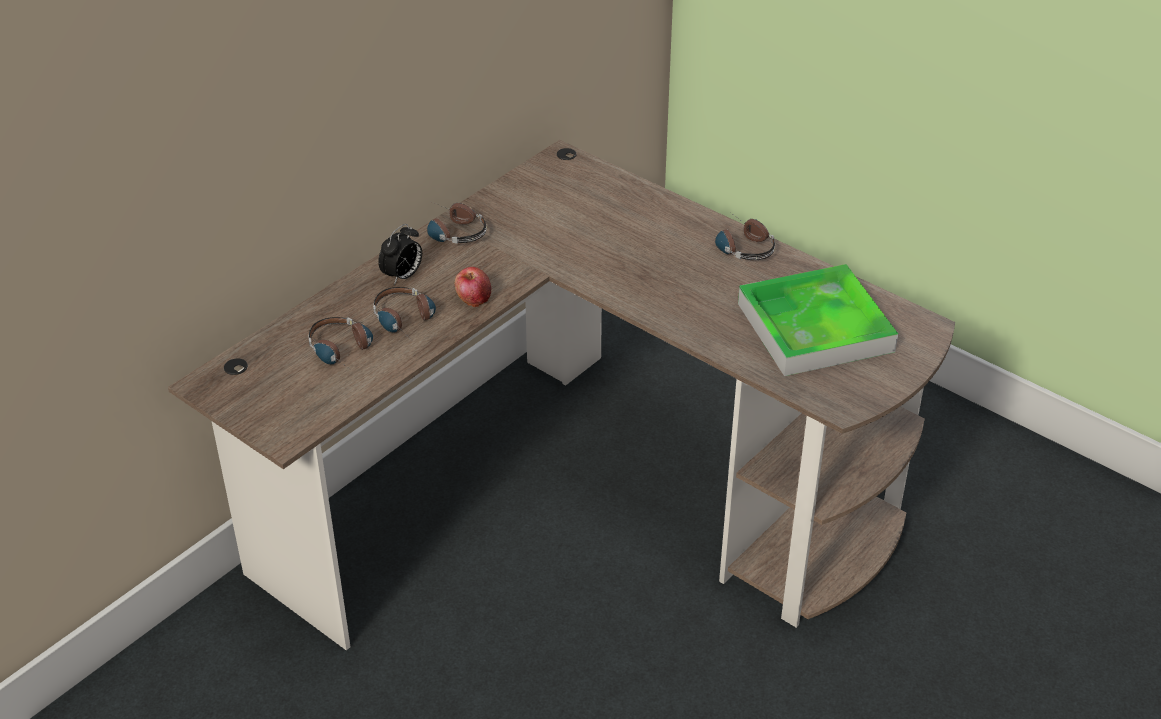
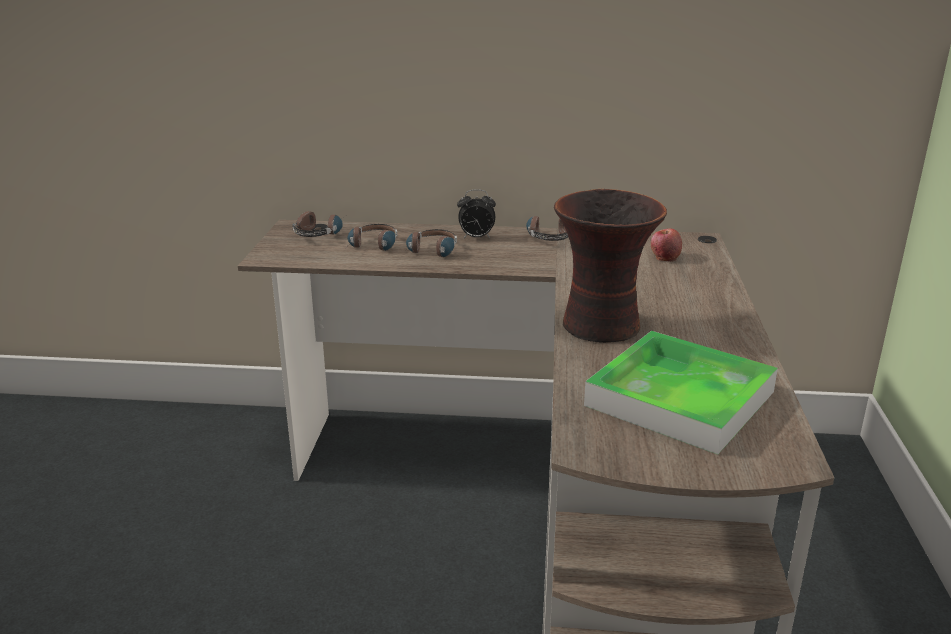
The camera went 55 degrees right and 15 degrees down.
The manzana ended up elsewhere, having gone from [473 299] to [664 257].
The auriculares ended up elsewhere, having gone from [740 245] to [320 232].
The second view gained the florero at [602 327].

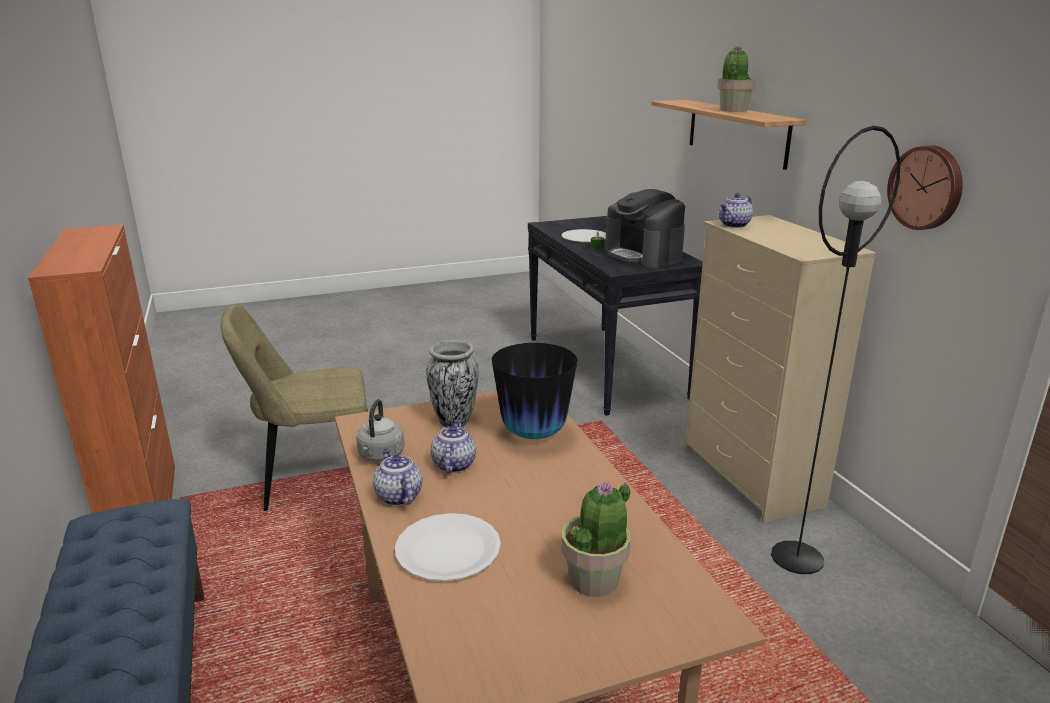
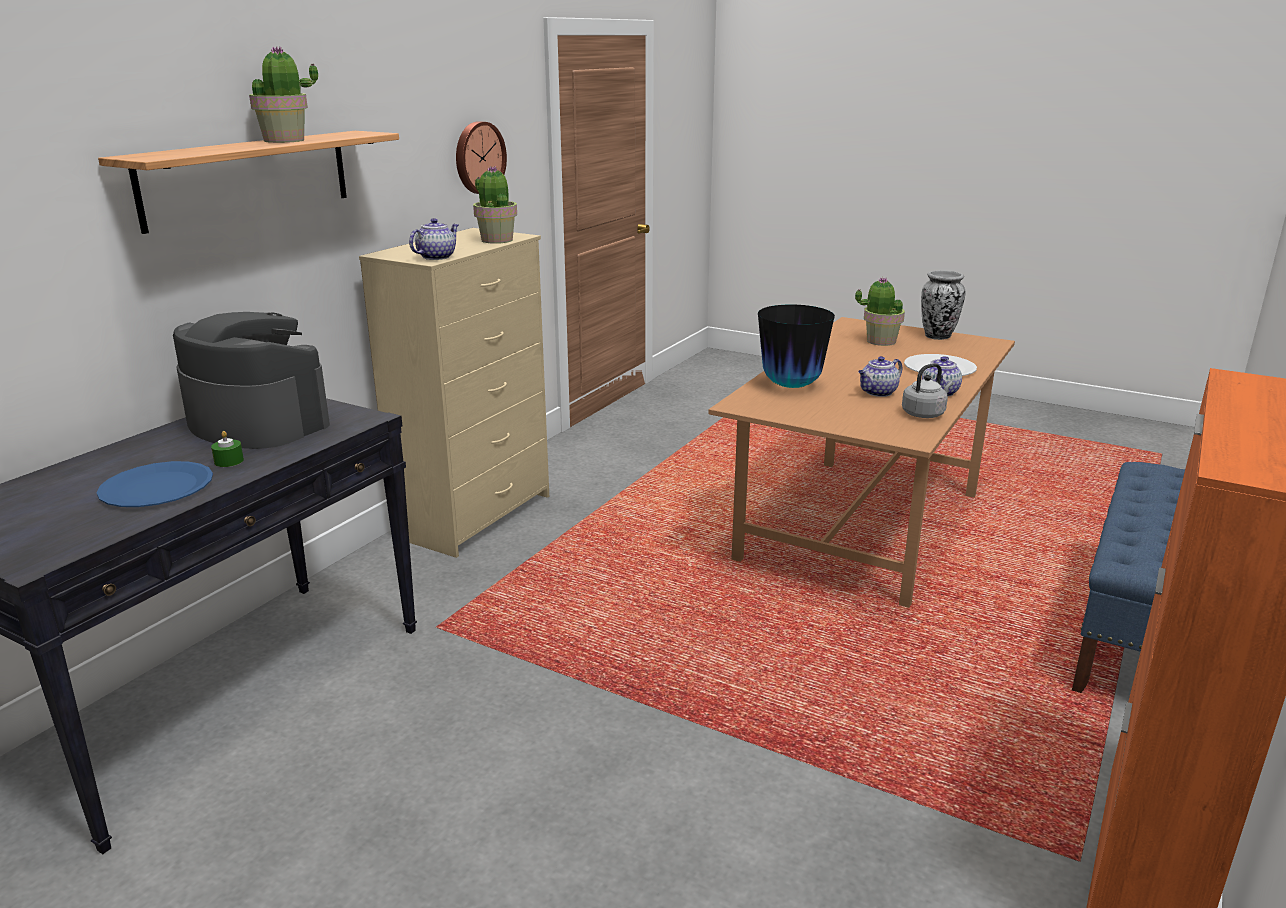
The camera went 130 degrees left and 0 degrees up.
The second view lost the silla/beis at [315 482].
The florero ended up elsewhere, having gone from [454 421] to [938 336].
What was the plato/blanco at [585 237] turned into the plato/azul at [157 487].
The cafetera at [643 255] ended up facing another way, 75 degrees counterclockwise from before.
The tetera at [734 225] ended up facing another way, 60 degrees counterclockwise from before.
The second view lost the lámpara de pie/negro at [797 558].
The second view gained the planta en maceta at [497 240].

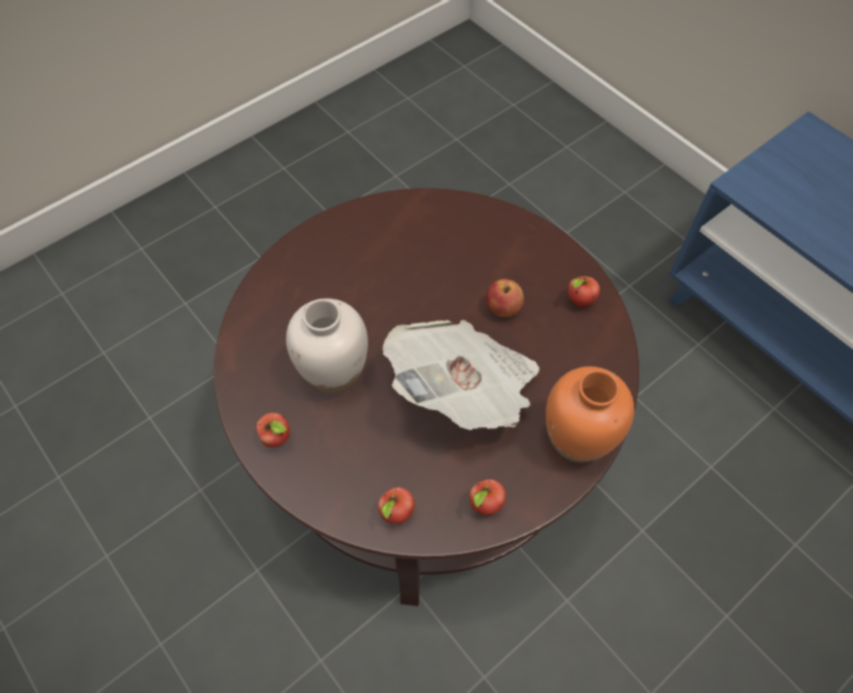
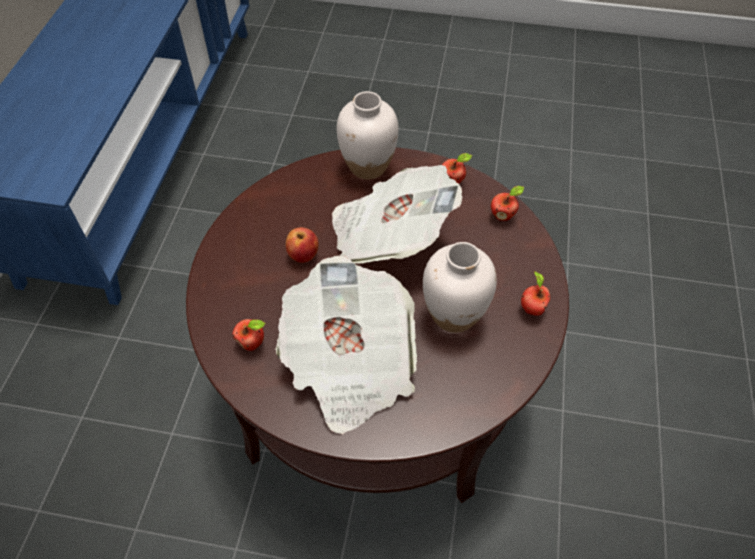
The camera went 130 degrees left and 5 degrees down.
What was the florero/naranja at [576 439] turned into the florero/blanco at [368 167].
The manzana ended up elsewhere, having gone from [579 302] to [253 343].
The second view gained the periódico at [349 364].

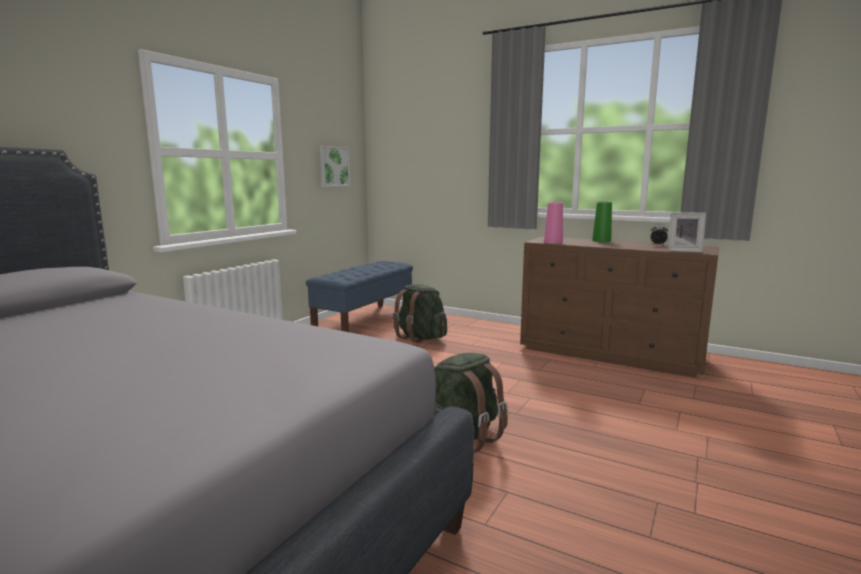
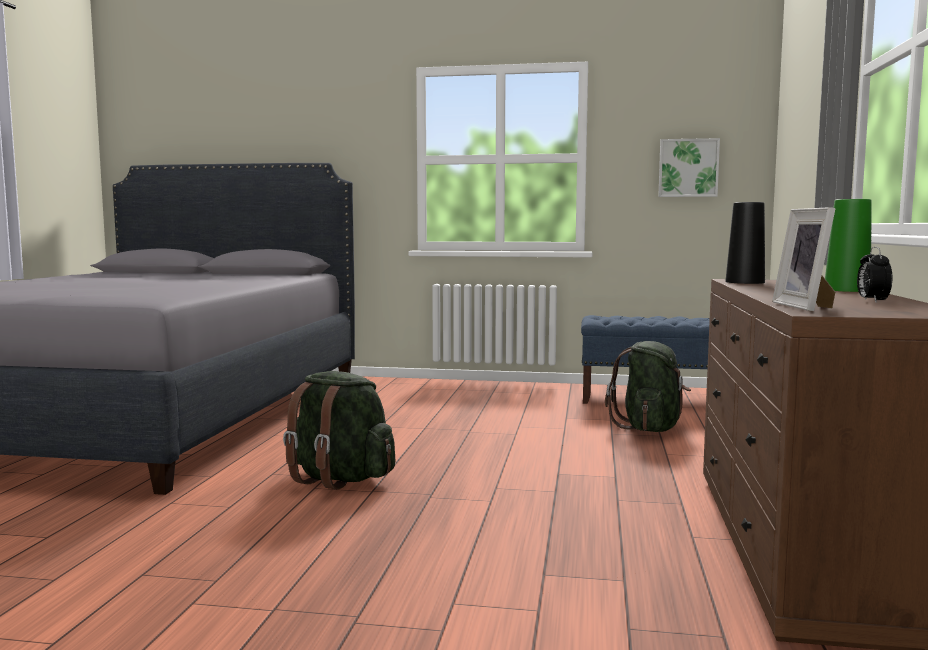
The camera went 70 degrees right and 5 degrees down.
What was the florero/rosa at [553 242] turned into the florero/negro at [745 282].

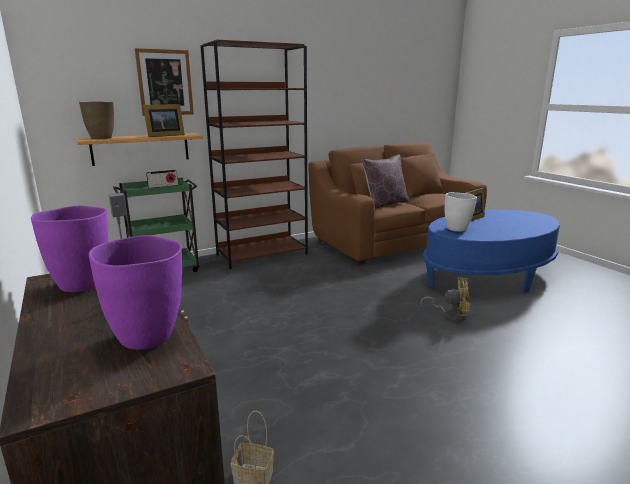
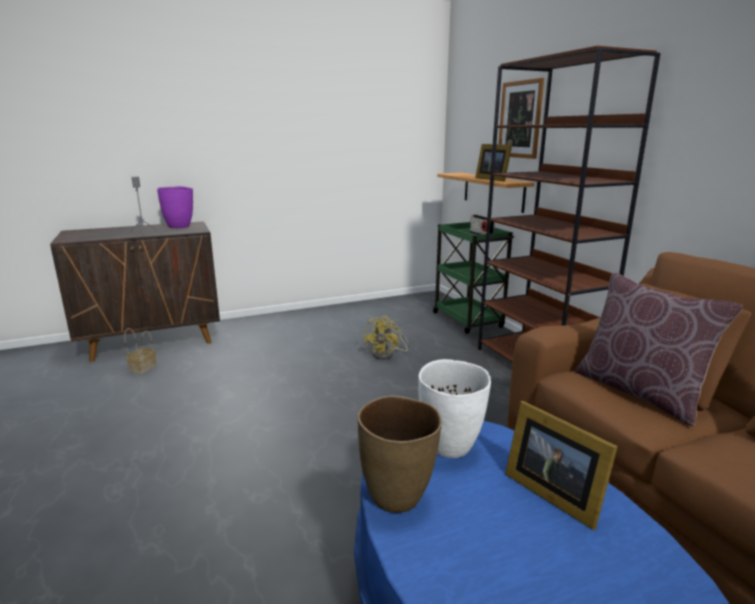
The camera went 95 degrees right and 0 degrees up.
The florero/marrón ended up elsewhere, having gone from [101 138] to [397 496].
The second view lost the florero/morado at [148 337].
The ventilador/amarillo ended up elsewhere, having gone from [450 315] to [387 354].

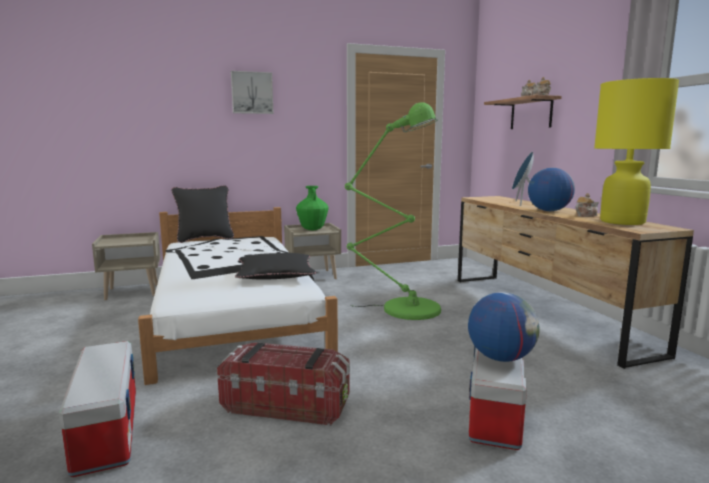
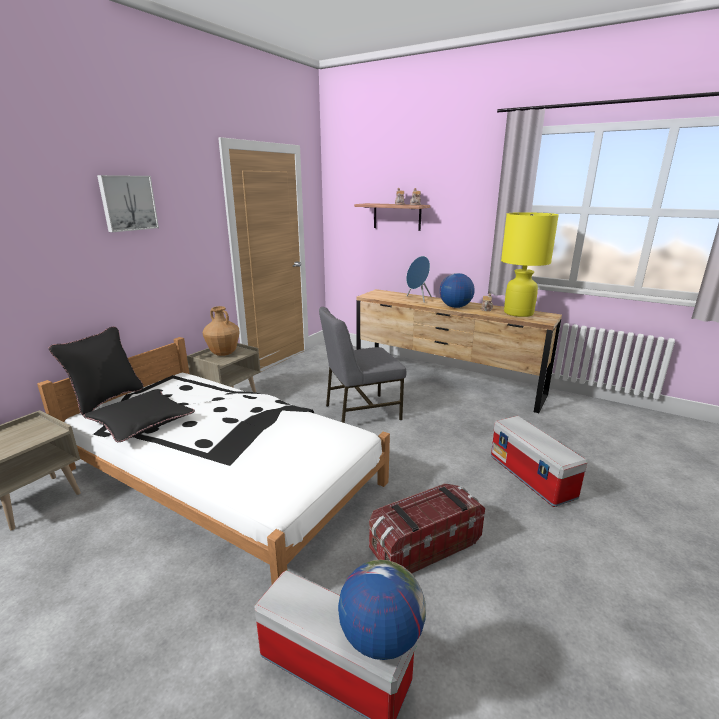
The camera went 40 degrees left and 10 degrees up.
The cojín/negro ended up elsewhere, having gone from [275 274] to [141 422].
What was the florero/verde at [312 229] turned into the florero/marrón at [223 354].
Where the lámpara de pie/verde stood at [404 308], the silla/gris came to stand at [361 412].
The globo terráqueo ended up elsewhere, having gone from [500 358] to [380 637].

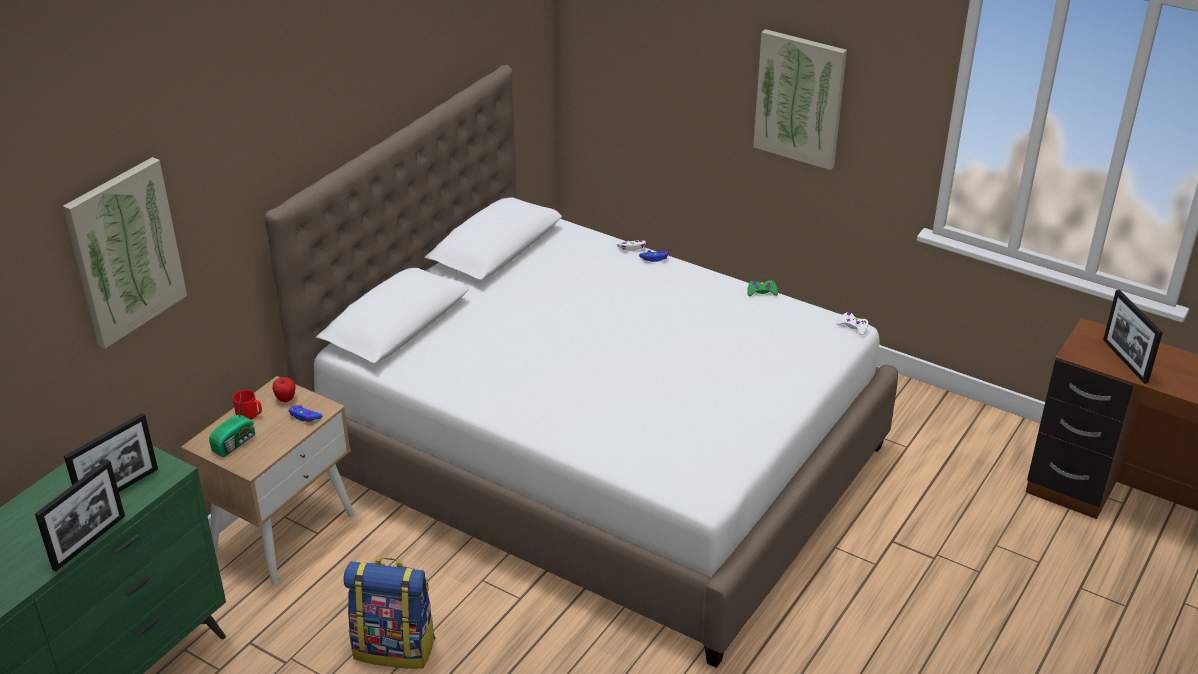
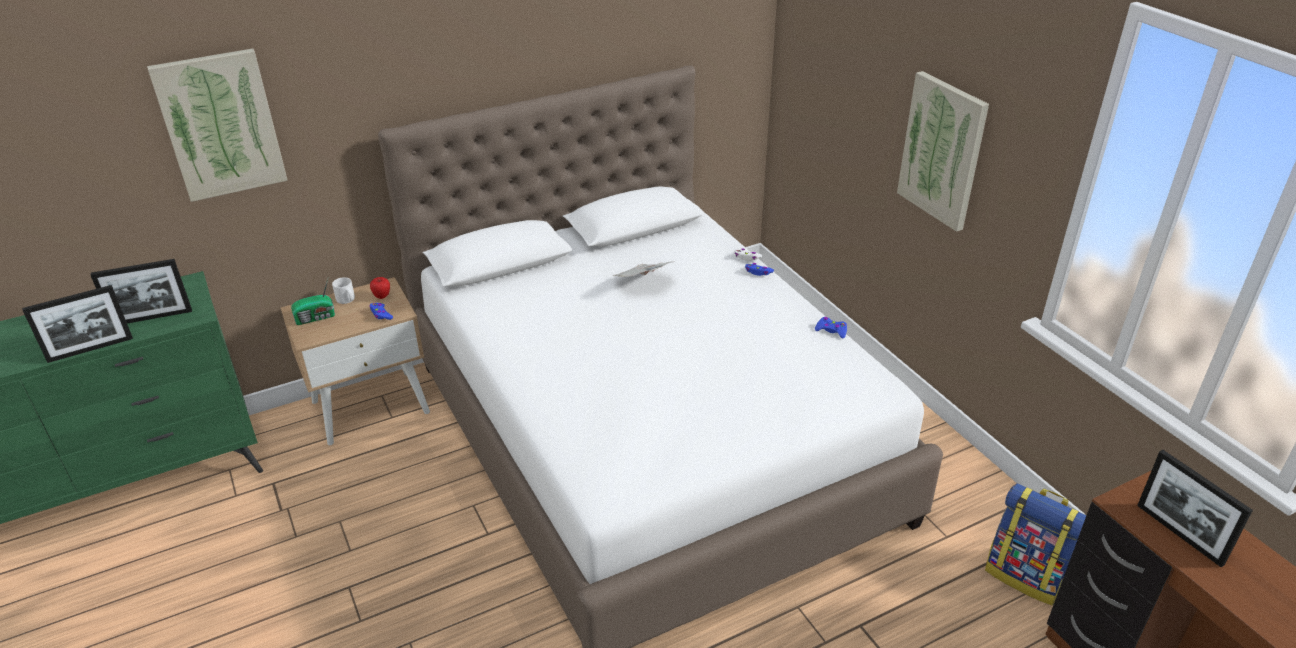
The camera went 30 degrees right and 0 degrees up.
What was the taza grande/rojo at [249 415] turned into the taza grande/blanco at [347 300].
The mochila ended up elsewhere, having gone from [395 647] to [1026 575].
What was the mando de consola/verde at [761 292] turned into the mando de consola/azul at [831 330].
The second view lost the mando de consola/blanco at [853 327].
The portarretratos at [1125 361] ended up facing another way, 45 degrees counterclockwise from before.
The second view gained the periódico at [643 283].

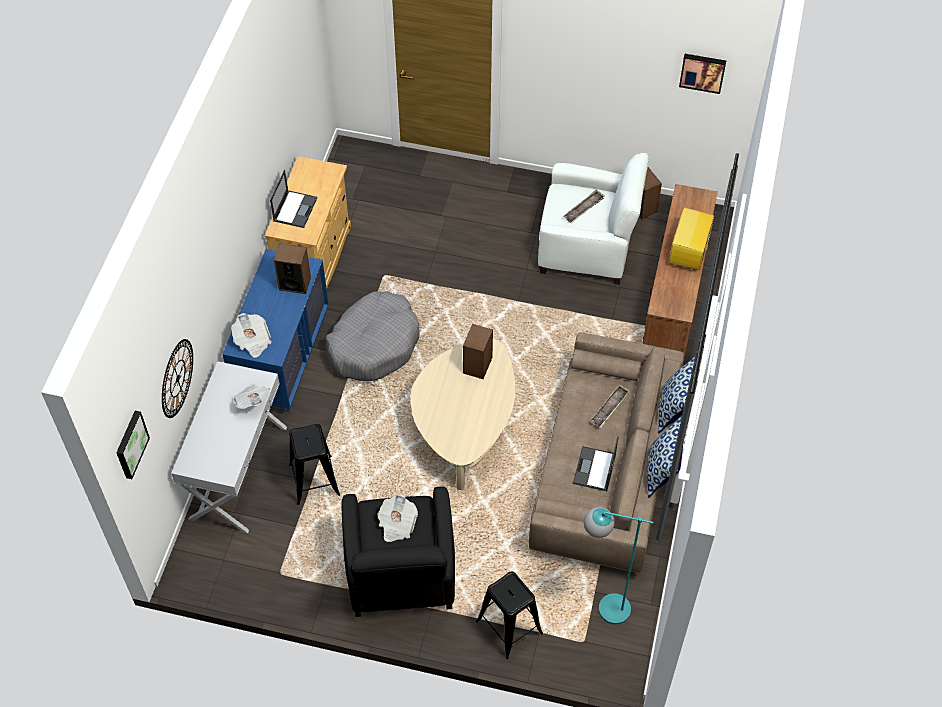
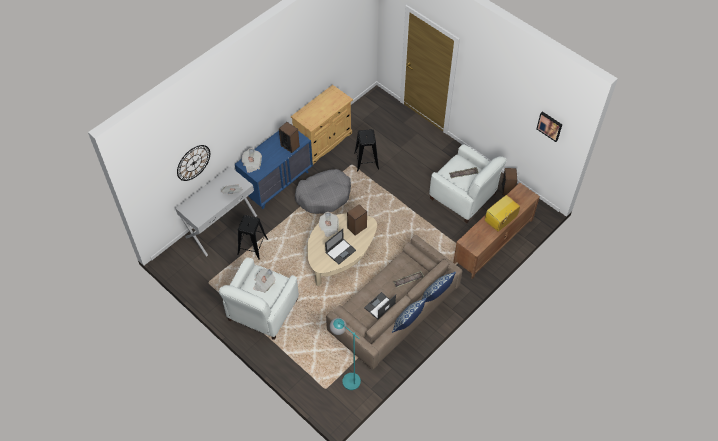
The camera went 30 degrees right and 0 degrees up.
The second view lost the cuadro at [130 444].
The portátil ended up elsewhere, having gone from [295 209] to [341 251].
What was the sillón/negro at [401 572] turned into the sillón/blanco at [262 310].
The taburete/negro ended up elsewhere, having gone from [509 627] to [366 161].
The second view gained the periódico at [329 228].

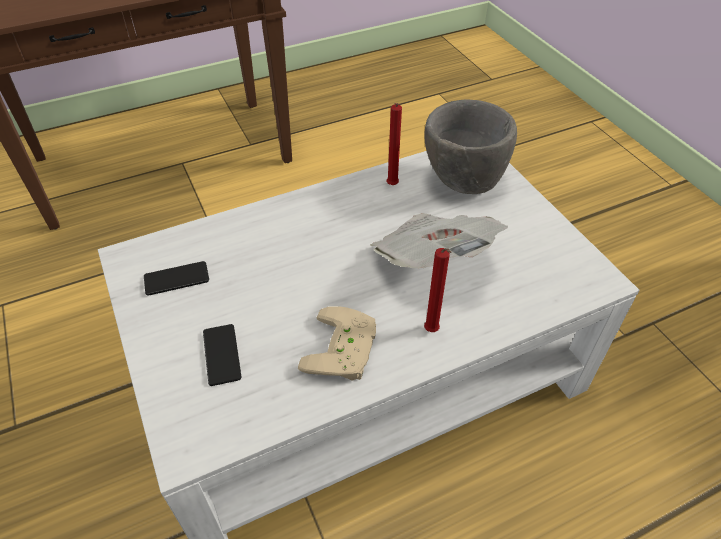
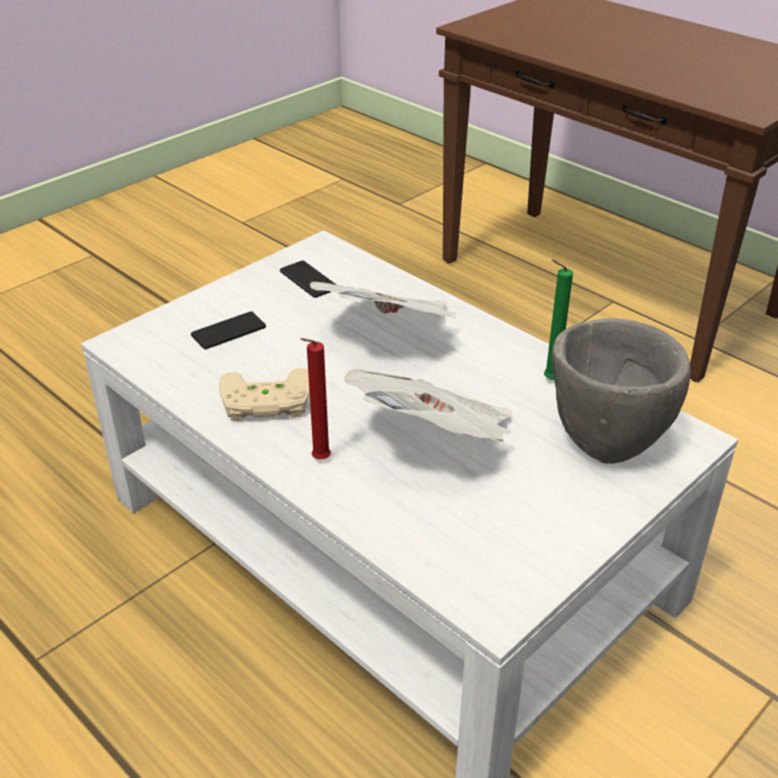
The camera went 70 degrees right and 10 degrees down.
What was the vela/rojo at [391 186] turned into the vela/verde at [548 380].
The second view gained the periódico at [390 332].

